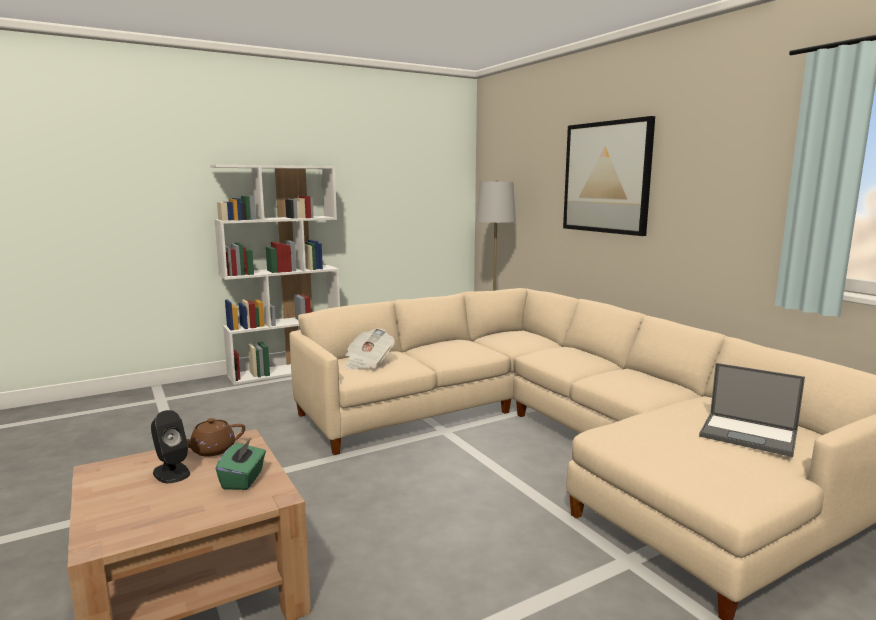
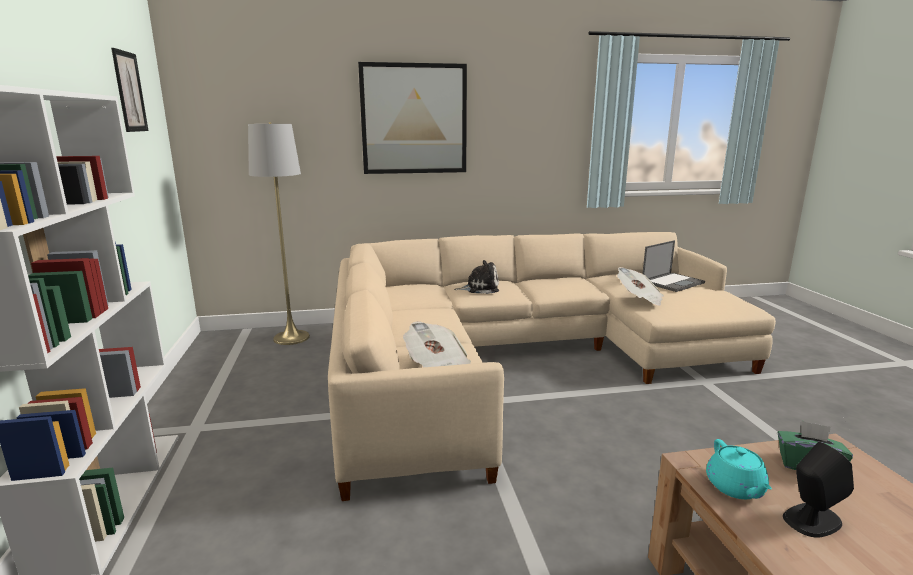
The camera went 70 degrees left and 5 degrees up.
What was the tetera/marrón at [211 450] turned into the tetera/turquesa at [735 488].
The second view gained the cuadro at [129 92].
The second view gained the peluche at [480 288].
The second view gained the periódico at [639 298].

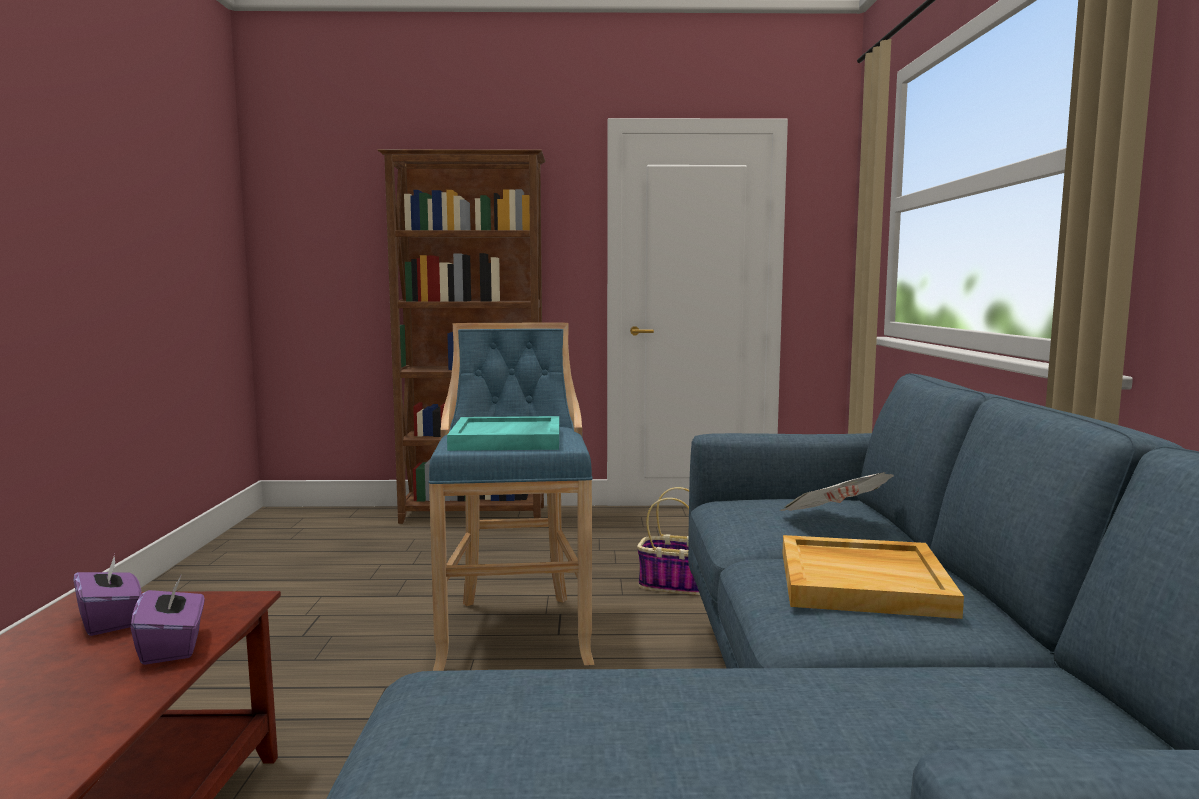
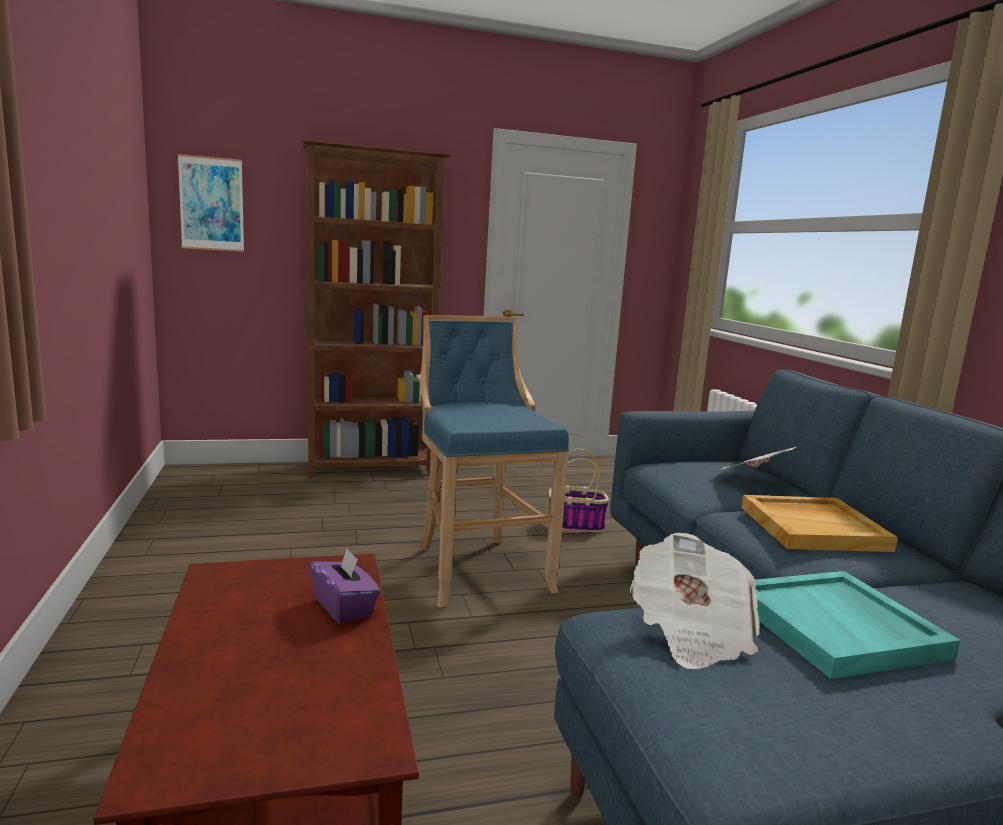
The camera went 15 degrees left and 5 degrees up.
The second view lost the caja de pañuelos/morado at [110 620].
The bandeja/turquesa ended up elsewhere, having gone from [508 439] to [838 628].
The second view gained the cuadro at [211 204].
The second view gained the periódico at [690 632].

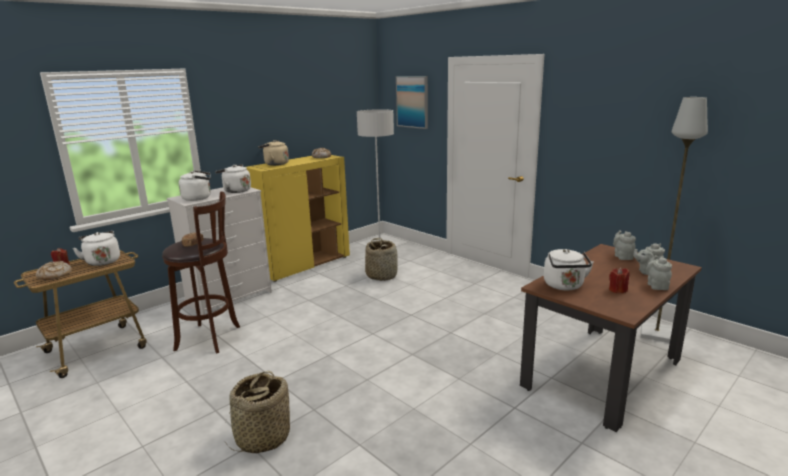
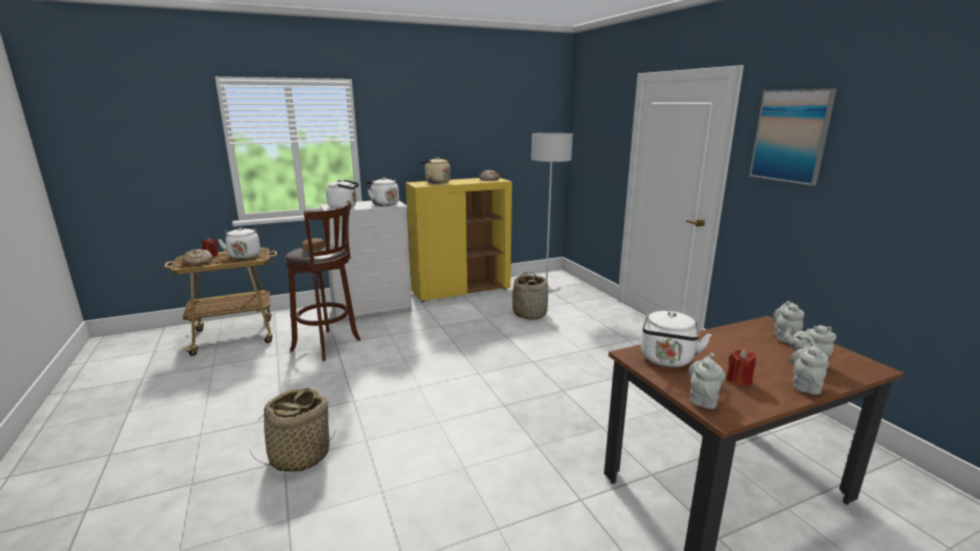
The camera went 20 degrees right and 0 degrees up.
The cuadro ended up elsewhere, having gone from [412 102] to [791 136].
The second view lost the lámpara de pie/gris at [655 333].
The second view gained the tetera/gris at [703 399].

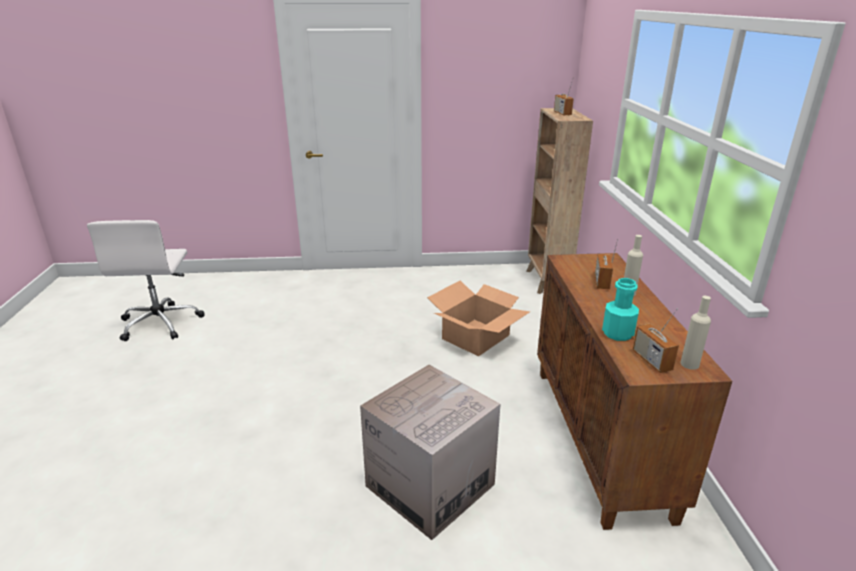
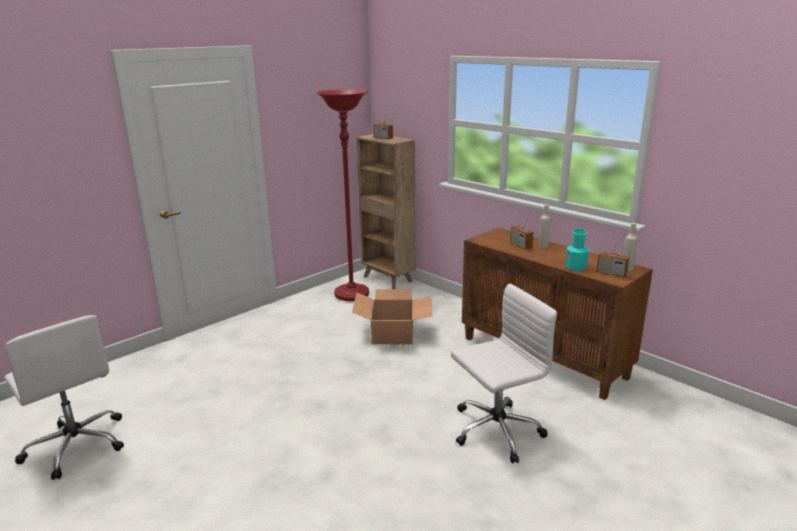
The camera went 40 degrees left and 5 degrees down.
Where the caja de cartón stood at [430 485], the silla de oficina/blanco came to stand at [495 431].
The second view gained the lámpara de pie/rojo at [352 294].

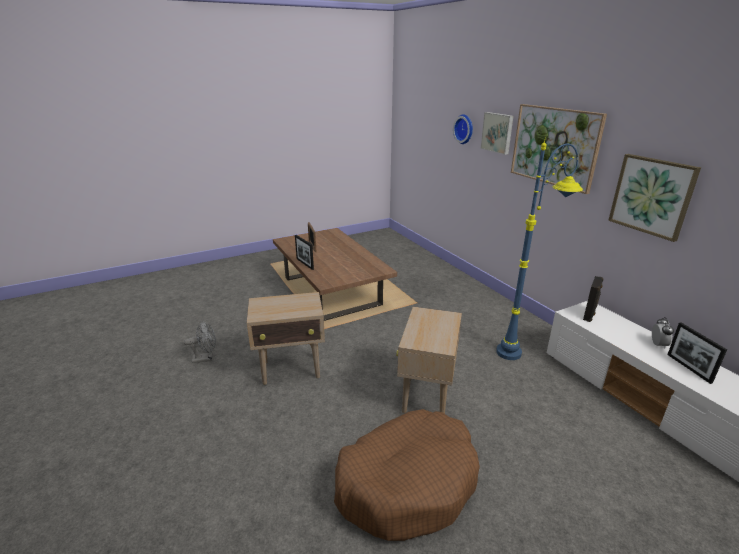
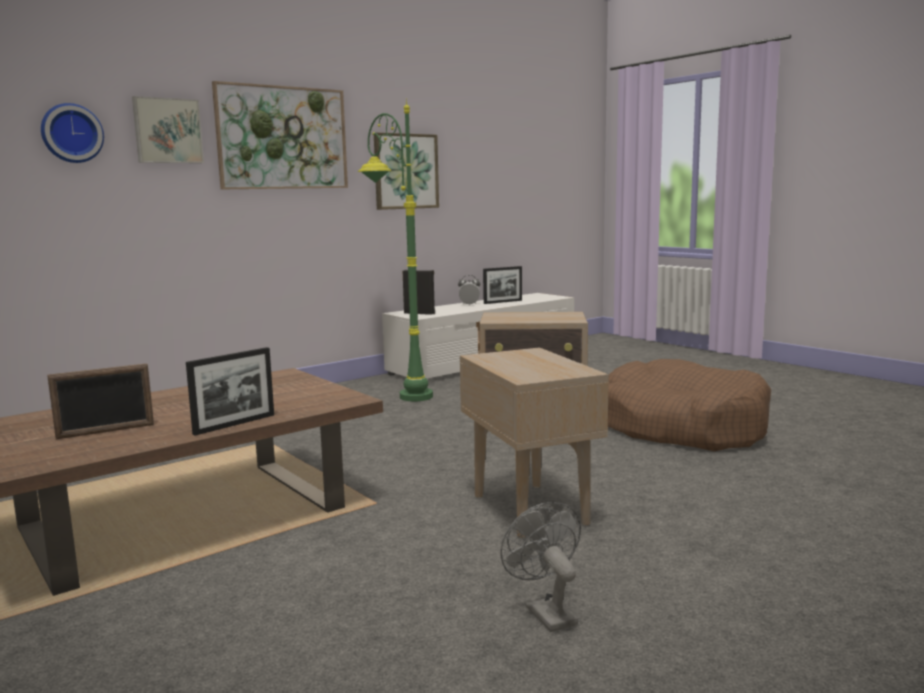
The camera went 100 degrees left and 15 degrees down.
What was the lámpara de pie/azul at [523 346] turned into the lámpara de pie/verde at [399 391].

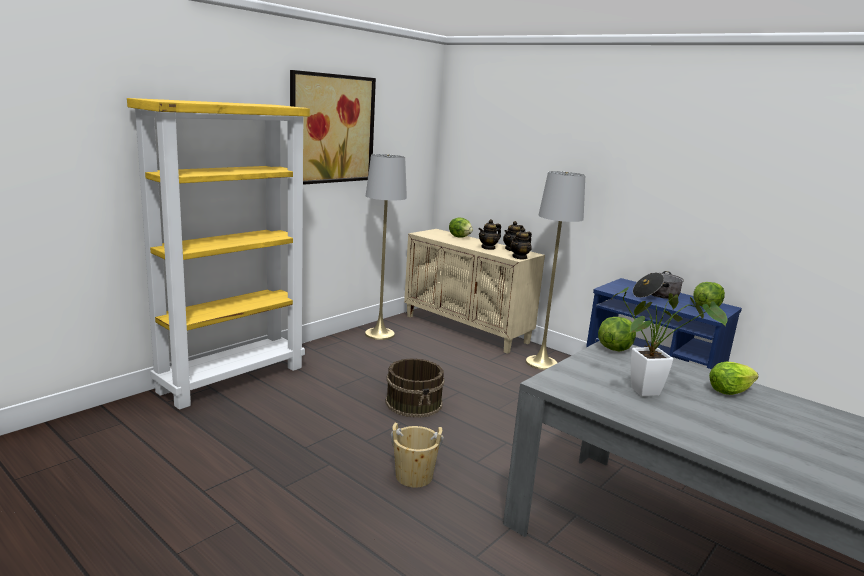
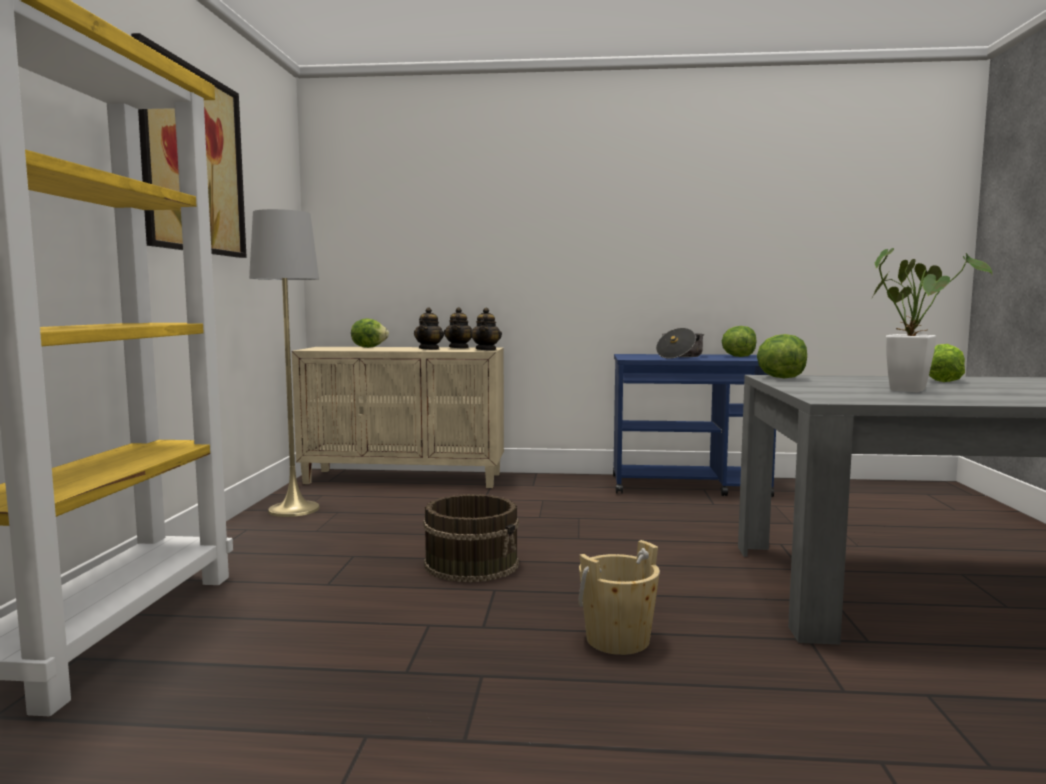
The camera went 35 degrees left and 10 degrees down.
The second view lost the lámpara de pie/gris at [541 363].

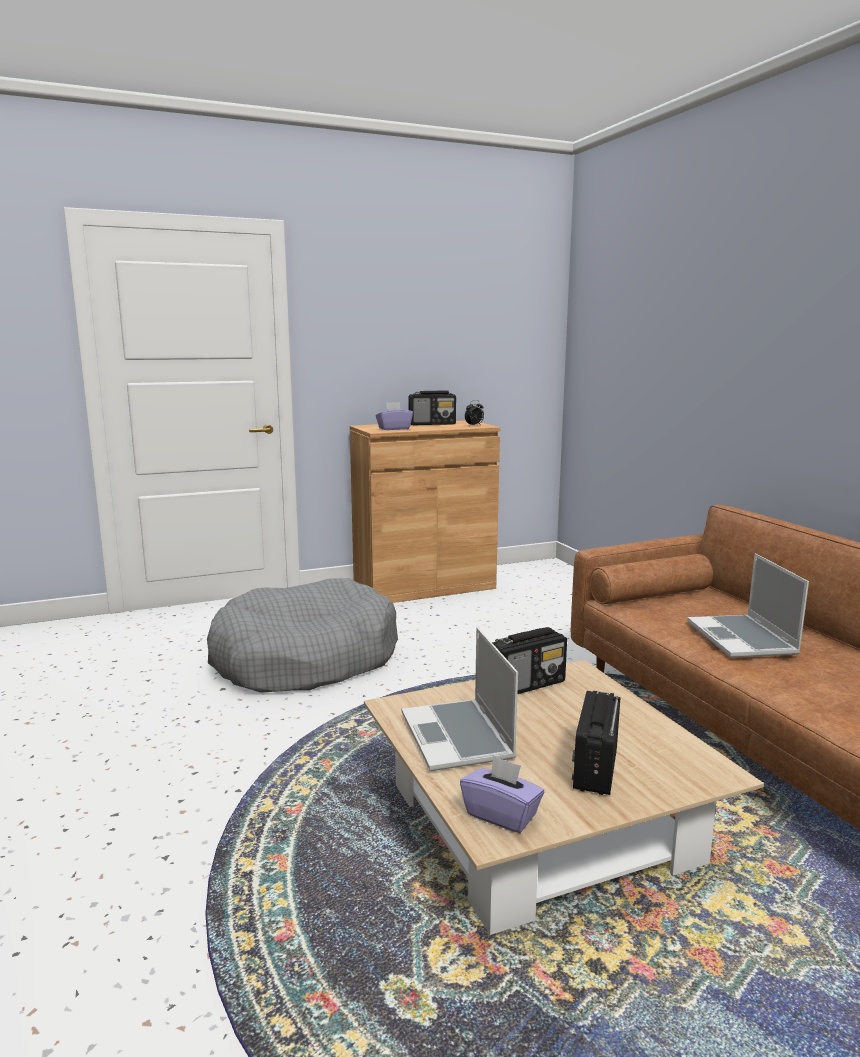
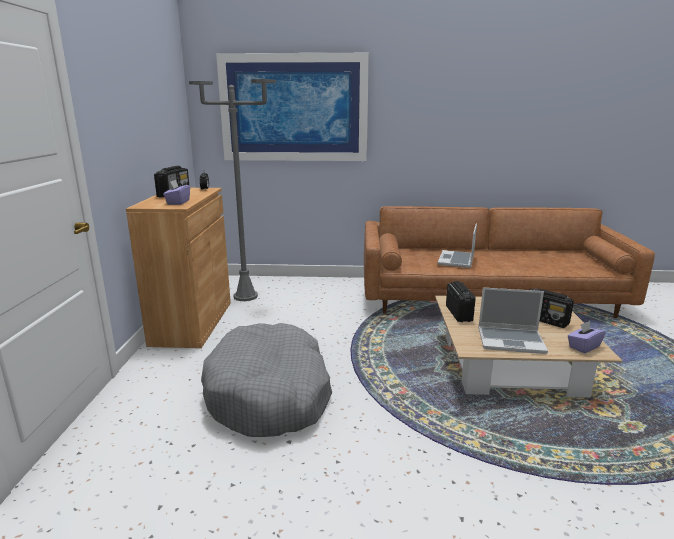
The camera went 65 degrees left and 5 degrees up.
The portátil at [743 639] ended up facing another way, 90 degrees clockwise from before.
The second view gained the lámpara de pie/gris at [245 296].
The second view gained the cuadro at [294 108].

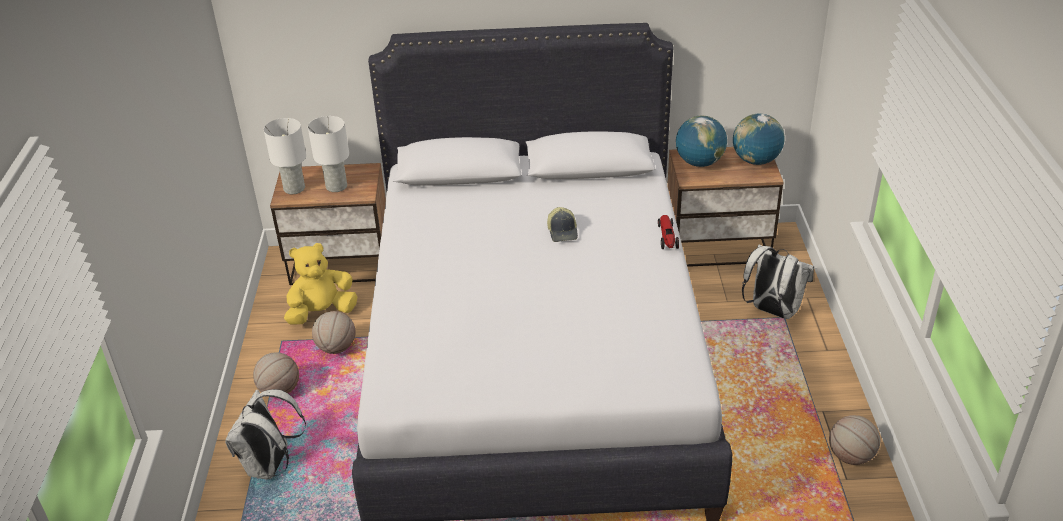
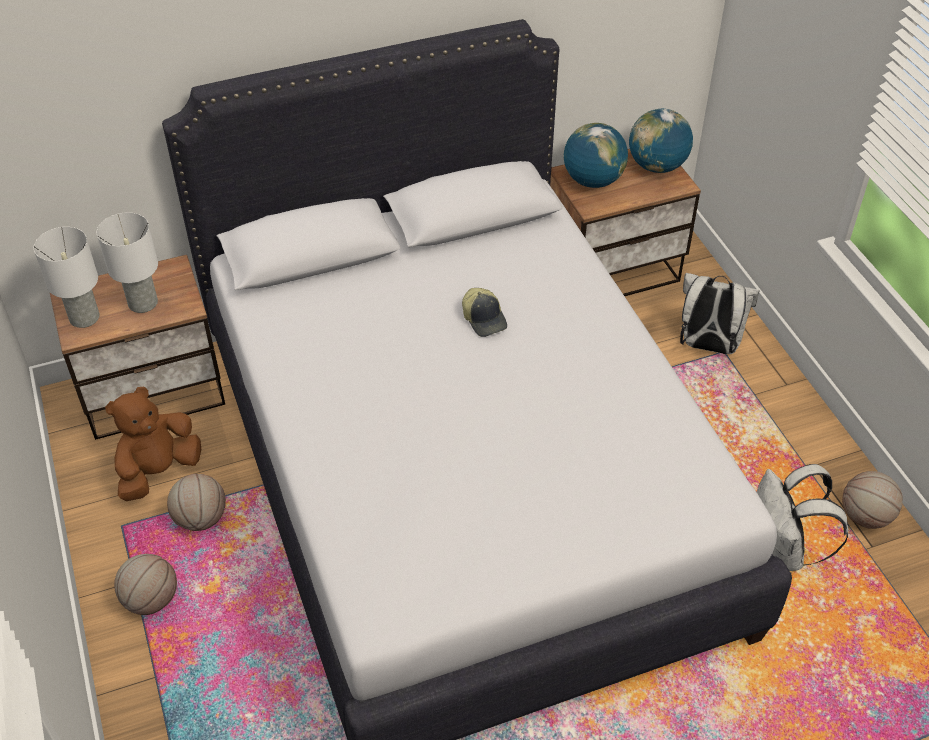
The camera went 20 degrees left and 10 degrees up.
The mochila/blanco ended up elsewhere, having gone from [270 466] to [782 552].
What was the peluche/amarillo at [322 313] turned into the peluche/marrón at [158 471].
The second view lost the coche de juguete at [667 237].

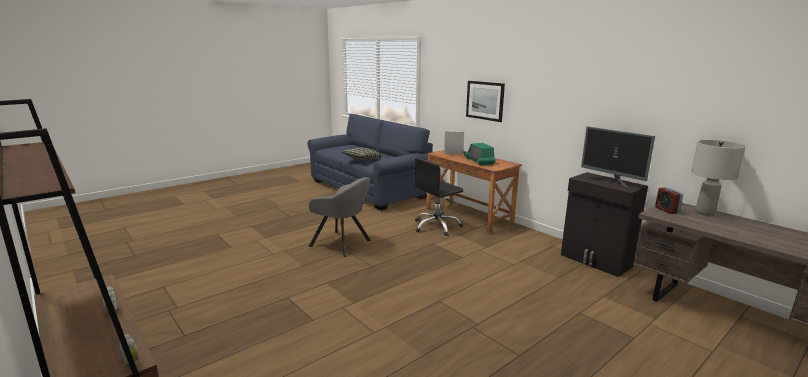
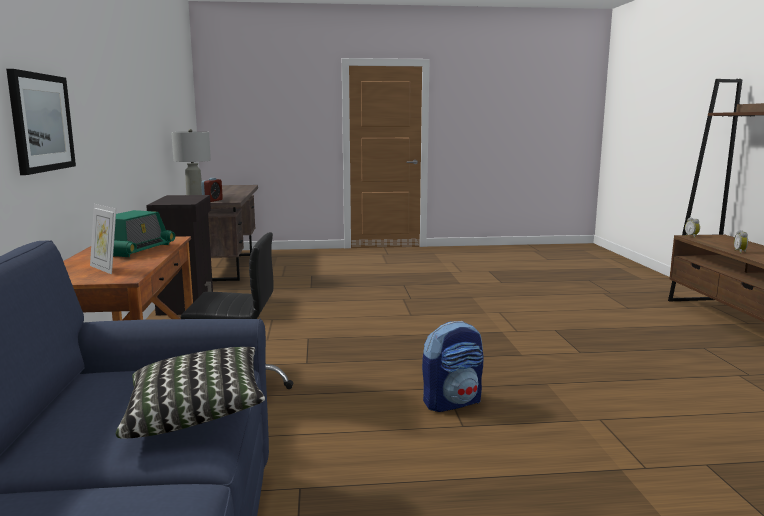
The camera went 145 degrees left and 5 degrees down.
Where the sillón/gris stood at [342 244], the mochila came to stand at [452 402].
The second view lost the monitor at [612 182].

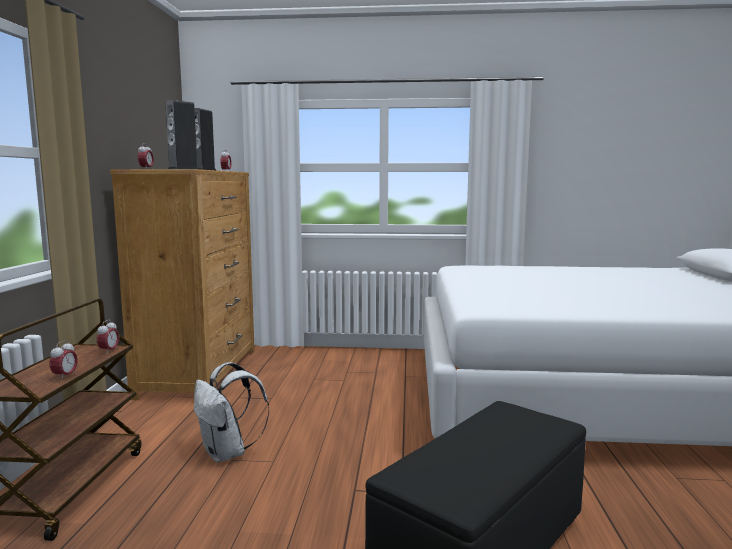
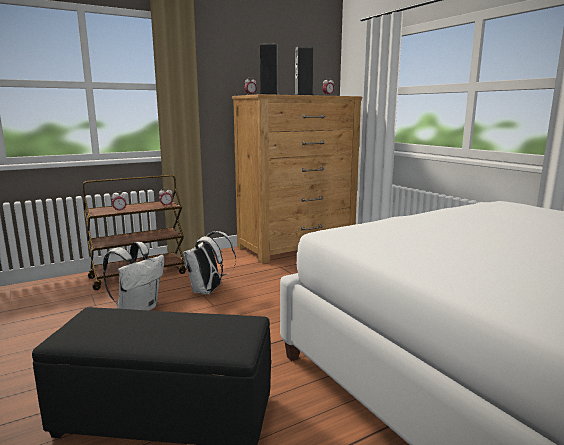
The camera went 55 degrees right and 5 degrees up.
The second view gained the mochila/blanco at [138 309].

